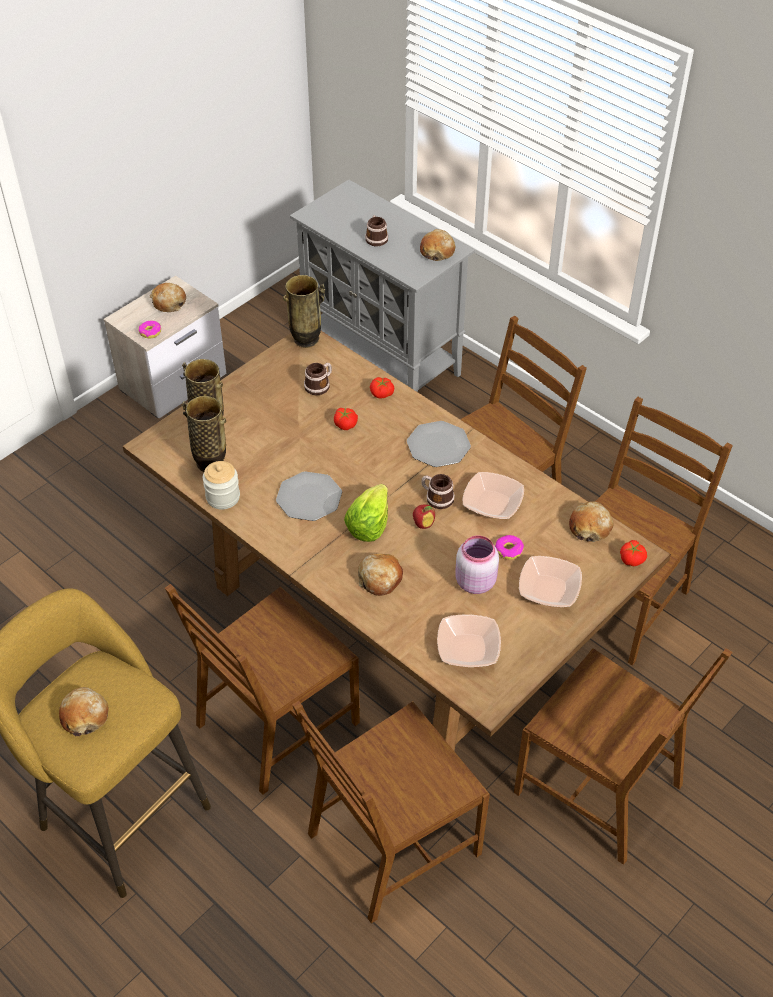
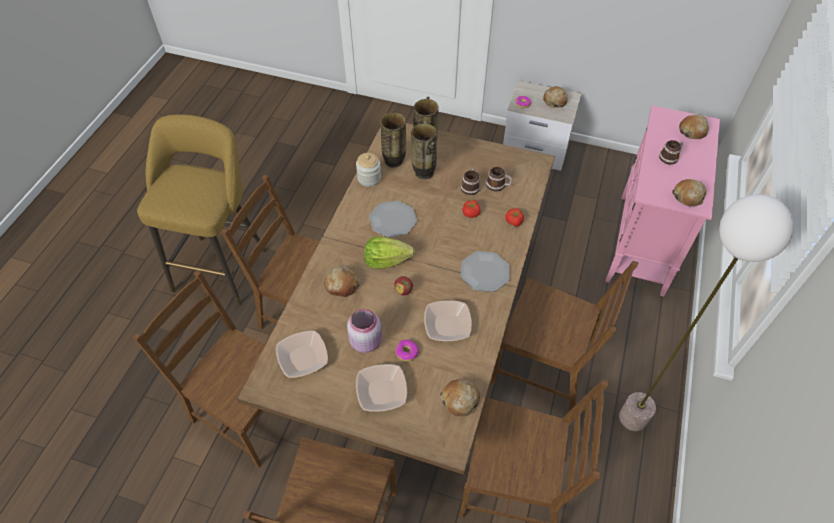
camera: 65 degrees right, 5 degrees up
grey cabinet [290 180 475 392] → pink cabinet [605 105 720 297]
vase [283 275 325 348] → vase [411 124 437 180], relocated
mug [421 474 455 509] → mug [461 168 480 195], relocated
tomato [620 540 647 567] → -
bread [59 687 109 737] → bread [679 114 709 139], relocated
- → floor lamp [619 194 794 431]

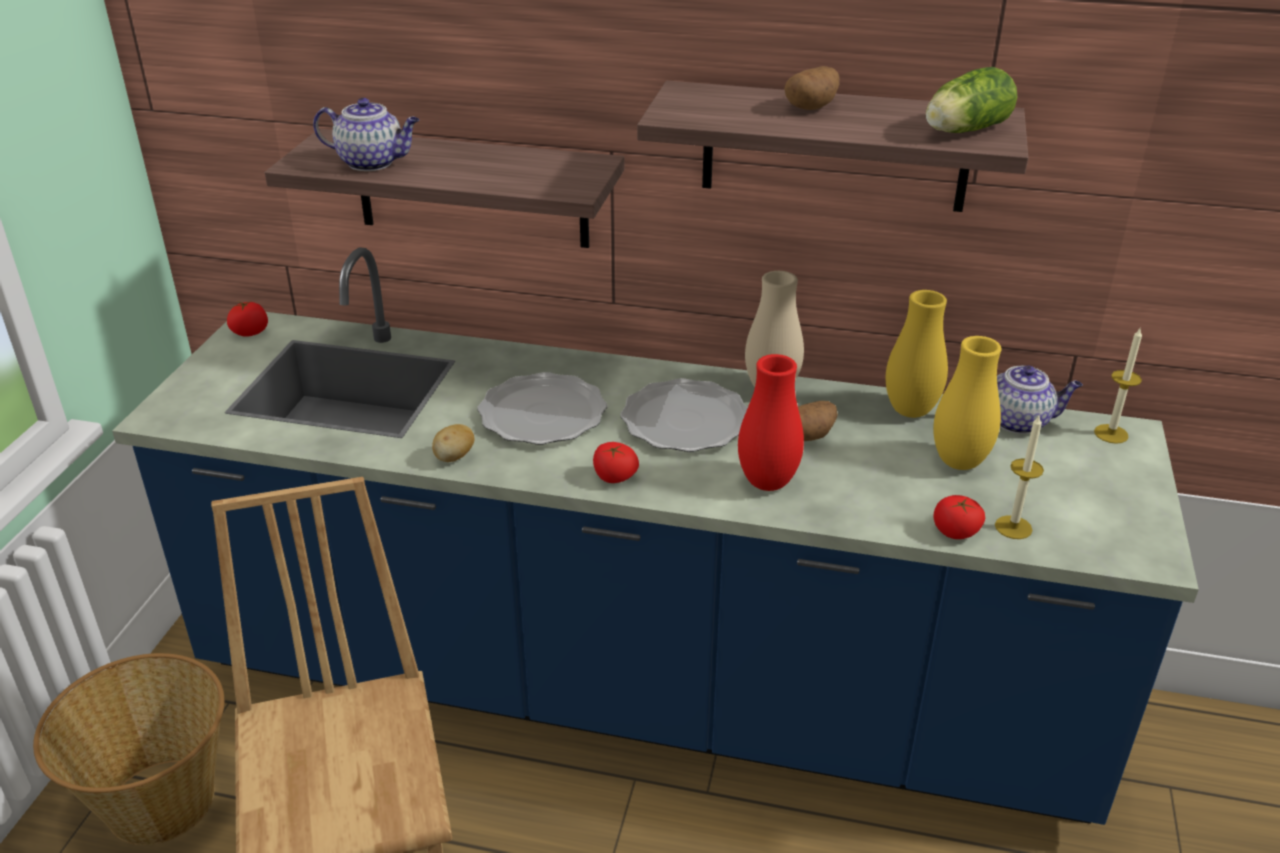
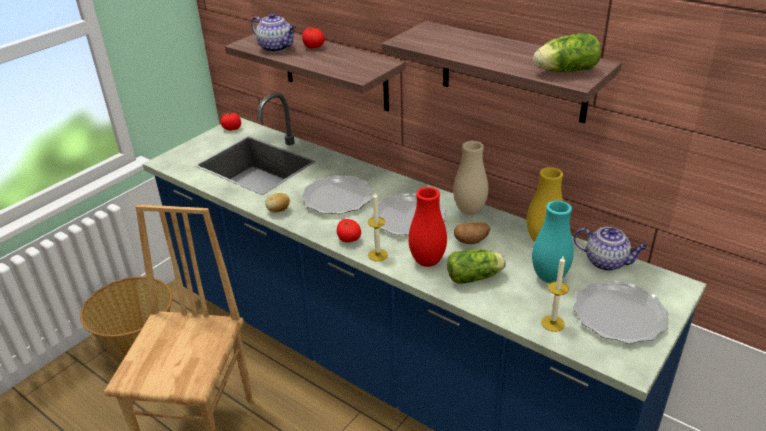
camera: 25 degrees right, 0 degrees up
potato [784 66 839 110] → -
candle [1094 328 1142 444] → candle [368 193 388 262], relocated
yellow vase [933 336 1002 470] → turquoise vase [532 200 574 283]
tomato [934 495 985 539] → tomato [302 28 325 48], relocated
- → lettuce [447 249 506 284]
- → plate [573 280 669 344]

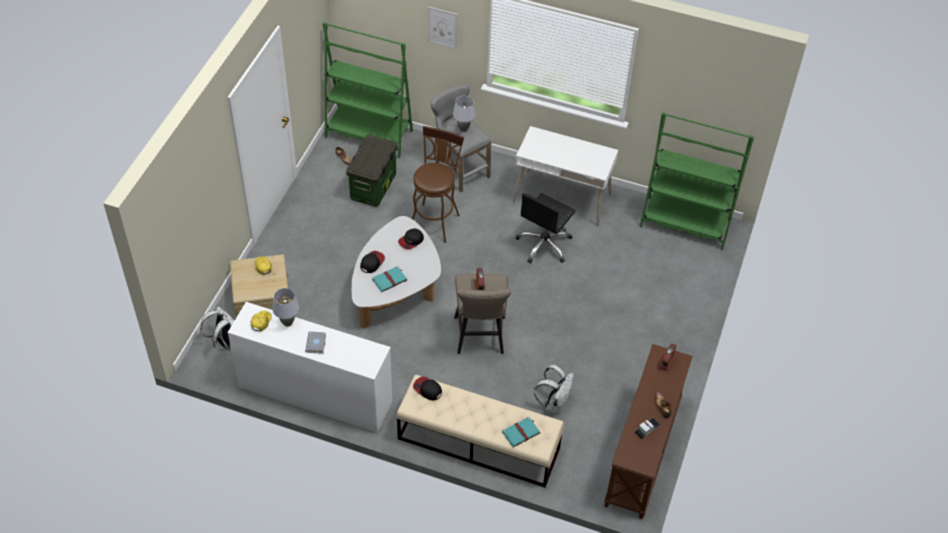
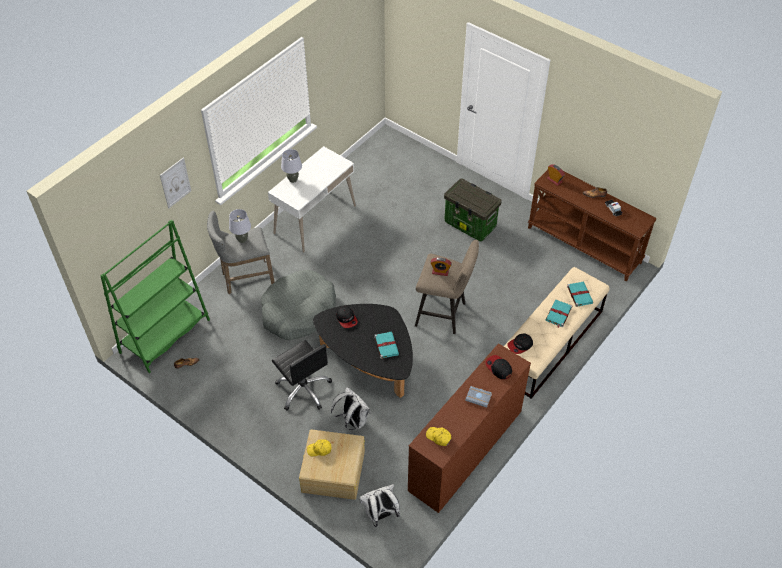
camera: 70 degrees left, 0 degrees up
green bookcase [640 112 754 250] → -
brown stool [412 126 464 243] → grey dog bed [261 270 336 340]
storage box [346 135 398 207] → storage box [444 179 502 241], relocated
black office chair [516 193 575 263] → black office chair [272 340 332 411], relocated
white coffee table [351 216 441 329] → black coffee table [313 304 413 398]
cap [360 251 385 273] → cap [486 355 512 379], relocated
grey table lamp [273 288 299 327] → grey table lamp [281 149 302 183], relocated
white dresser [228 302 392 433] → brown dresser [408 343 531 513]
white backpack [534 365 574 414] → white backpack [331 387 371 430], relocated
- → turquoise book [546 300 572 328]

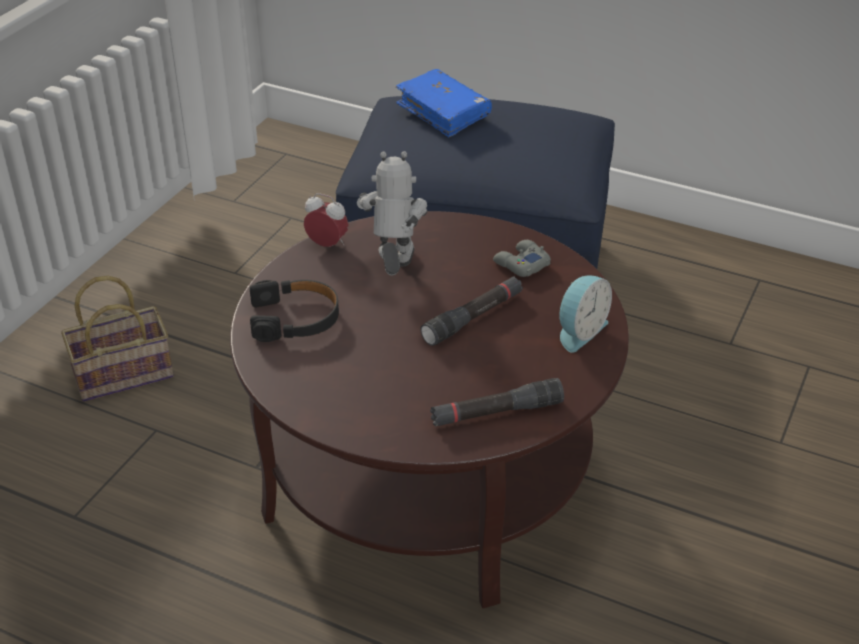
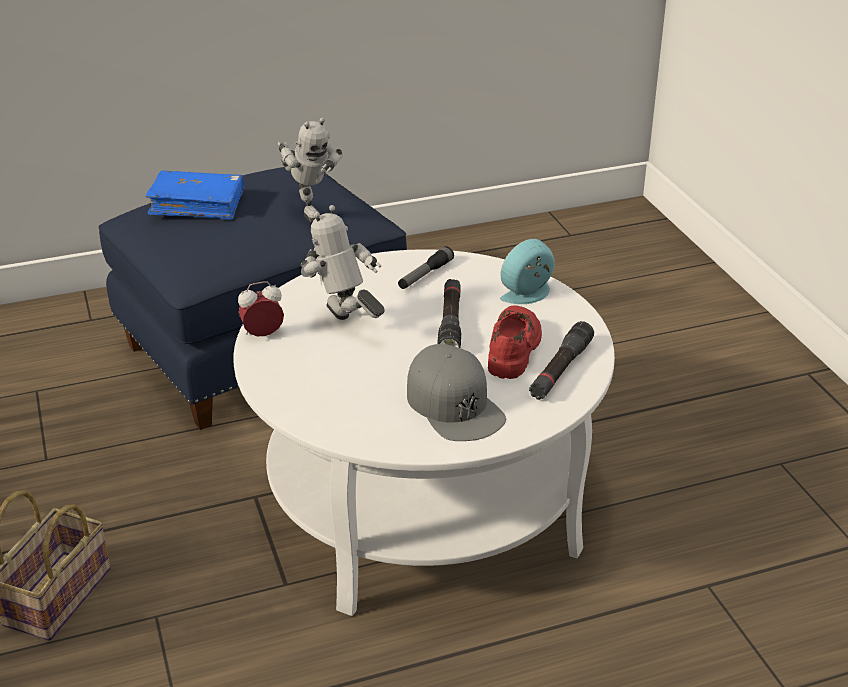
camera: 45 degrees left, 5 degrees down
brown coffee table [230 211 629 608] → white coffee table [233 249 615 616]
grey game controller [493 240 551 277] → flashlight [398 246 454 289]
alarm clock [559 276 612 353] → alarm clock [500 239 555 304], 120 degrees counterclockwise
black headphones [250 280 339 342] → -
- → toy robot [278 117 343 222]
- → red shoe [488 305 542 379]
- → grey cap [407 344 506 441]

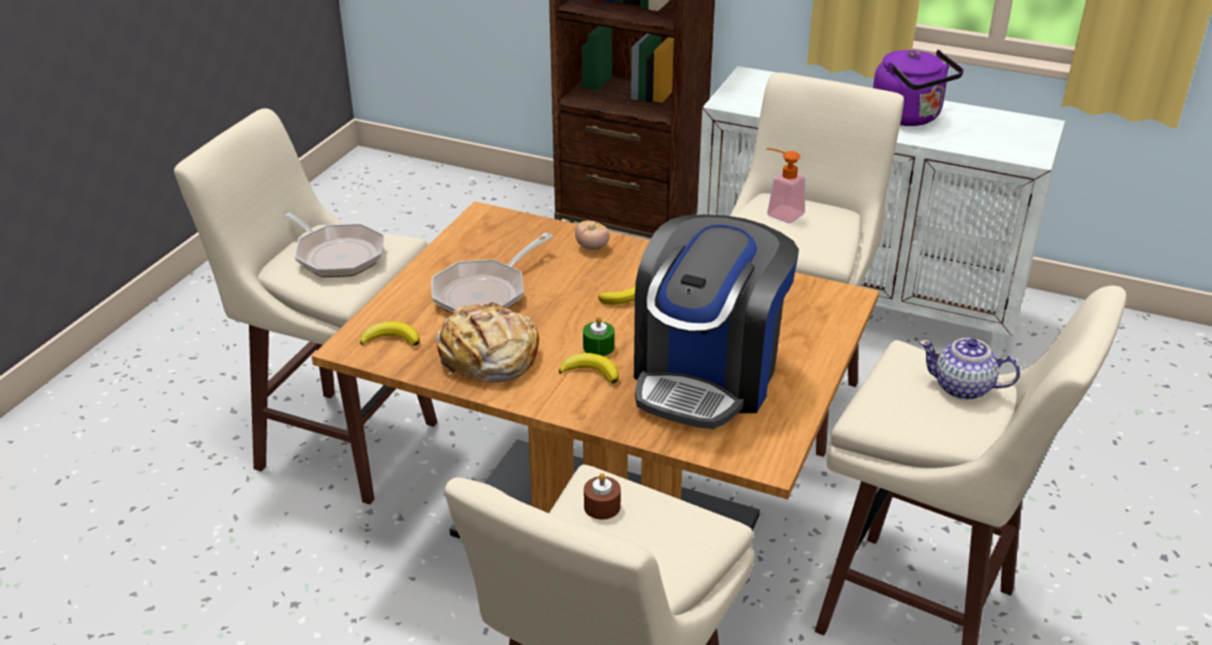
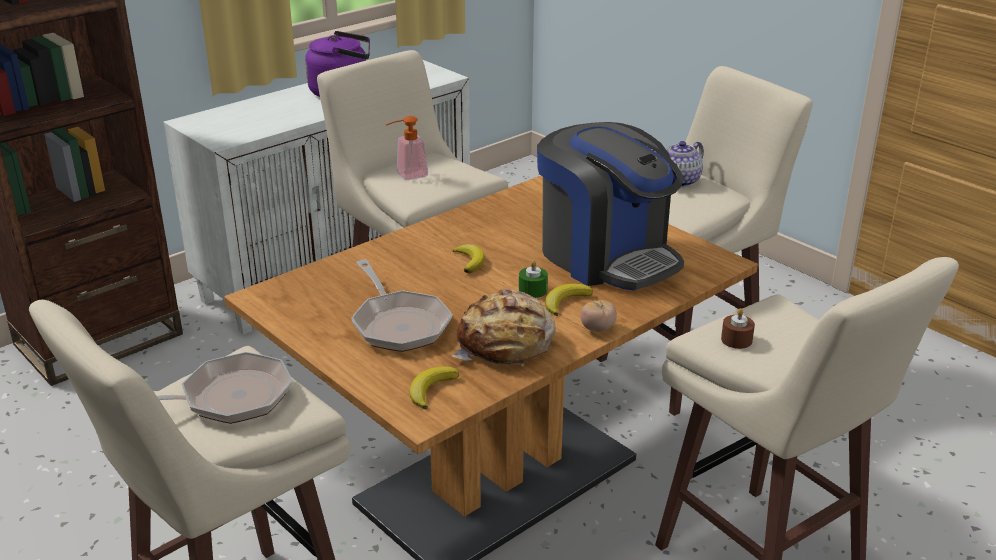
camera: 65 degrees left, 5 degrees down
tomato [575 221 610 250] → tomato [580 300 617 332], relocated

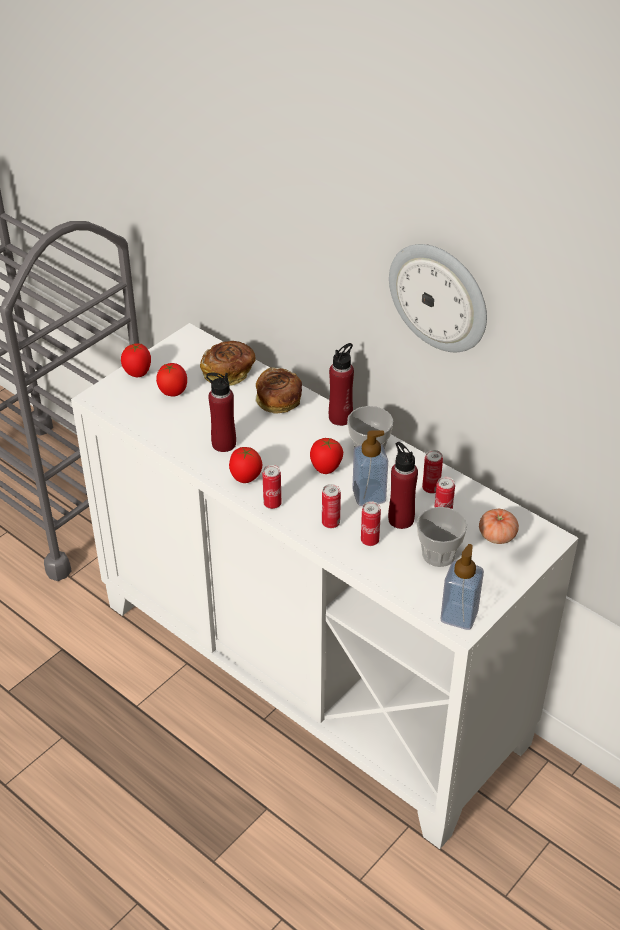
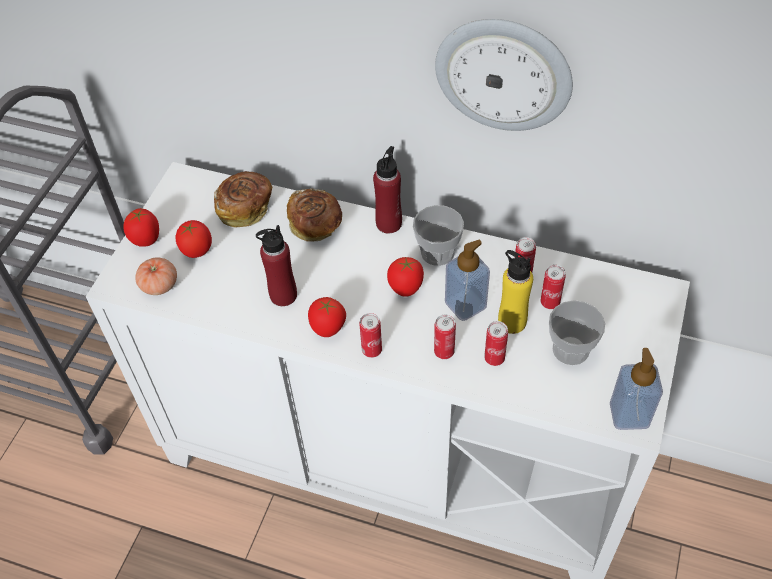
camera: 20 degrees left, 10 degrees up
red bottle [388 442 418 529] → yellow bottle [498 250 533 334]
tomato [479 509 519 544] → tomato [135 258 177 295], relocated

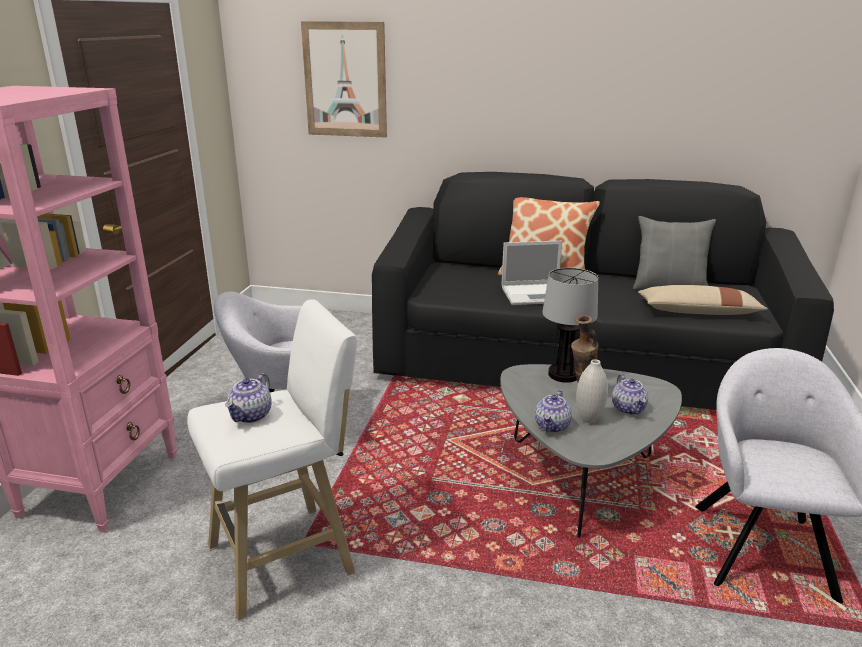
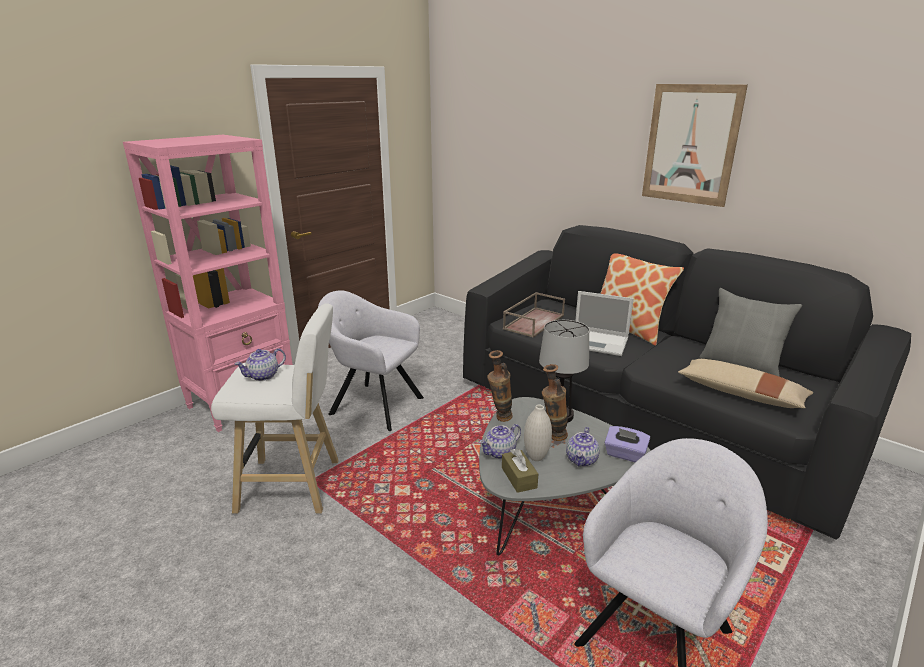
camera: 30 degrees right, 0 degrees up
picture [301 21 387 137] → picture [642 84 748 207], relocated
- → brown tray [503 292 565 338]
- → vase [487 350 513 422]
- → purple tissue box [604 426 650 462]
- → brown tissue box [502 449 538 493]

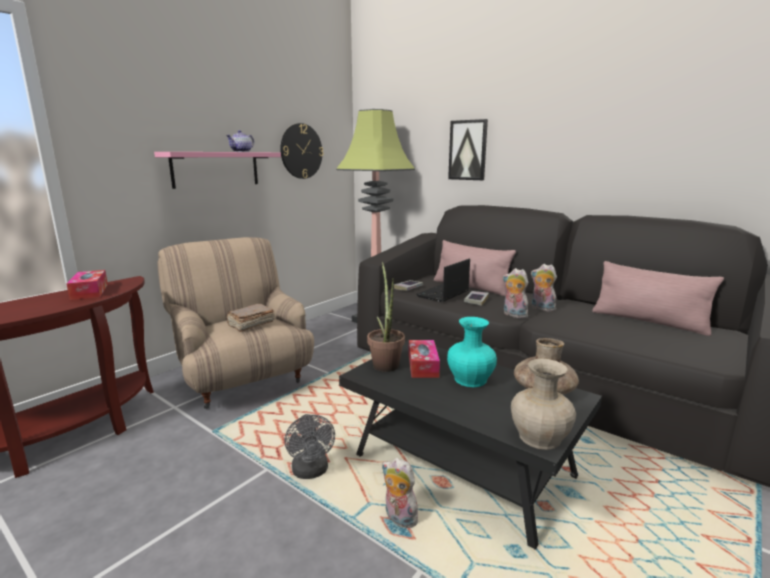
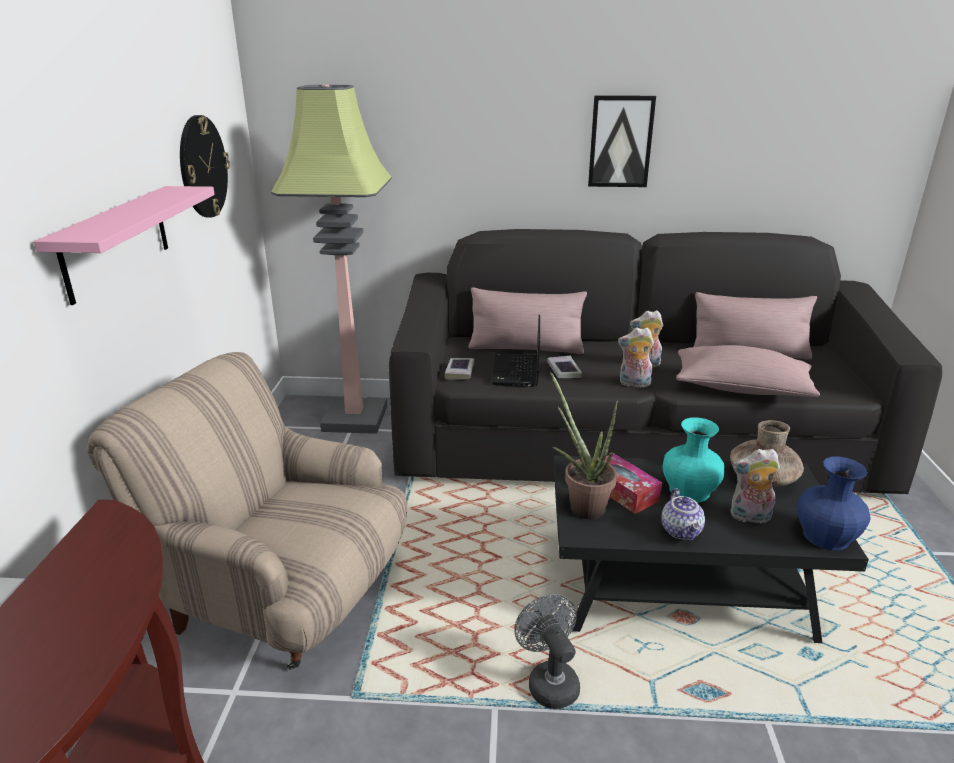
camera: 35 degrees left, 10 degrees up
picture [448 119 488 180] → picture [588 95 656 187], relocated
teapot [226 130 254 152] → teapot [661 488 705 541], relocated
tissue box [66 270 108 300] → -
brown book [226 304 275 332] → -
beige vase [511 359 576 450] → blue vase [797 456 871 551]
grey fan [284 414 335 479] → grey fan [514 594 580 709], 150 degrees counterclockwise
plush toy [382 458 418 528] → plush toy [730 449 780 523], relocated
- → pink pillow [676 345 820 397]

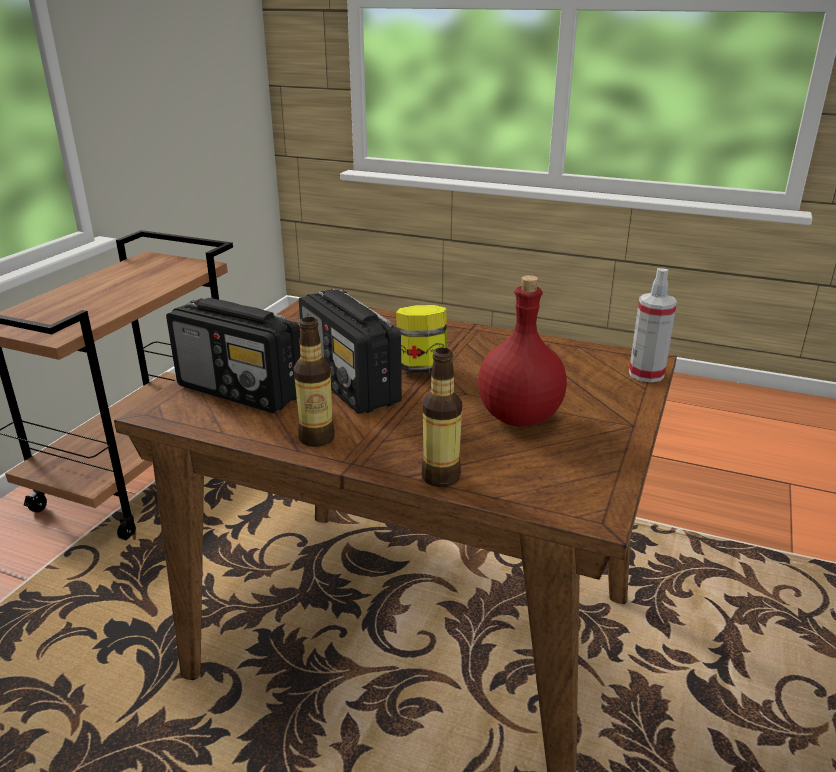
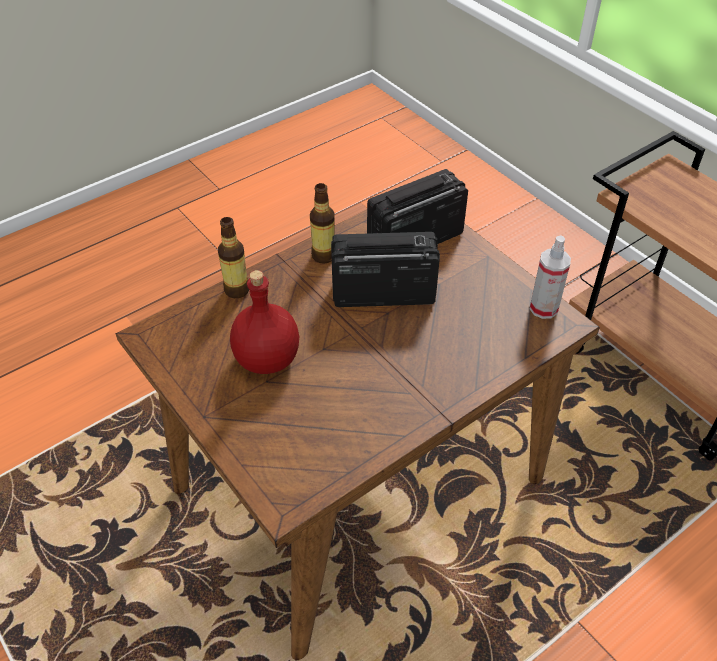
camera: 120 degrees right, 20 degrees up
spray bottle [629 268 677 383] → spray bottle [530 236 571 319], relocated
jar [396 305 447 373] → -

